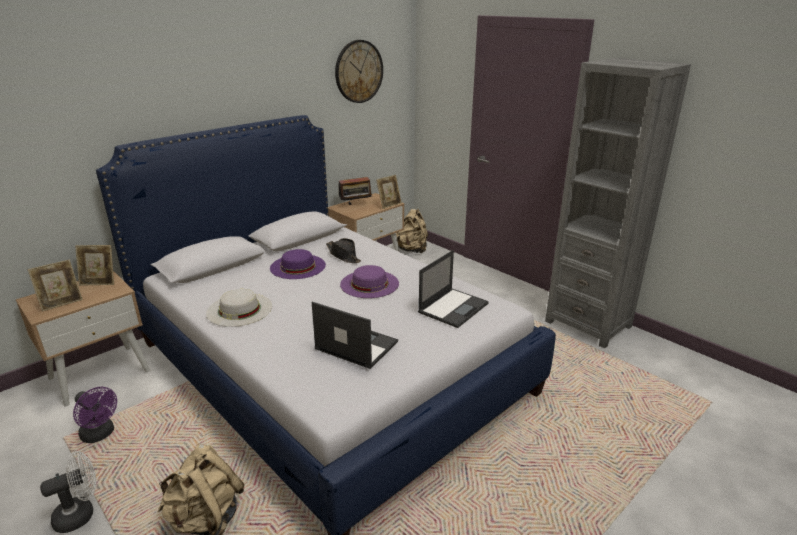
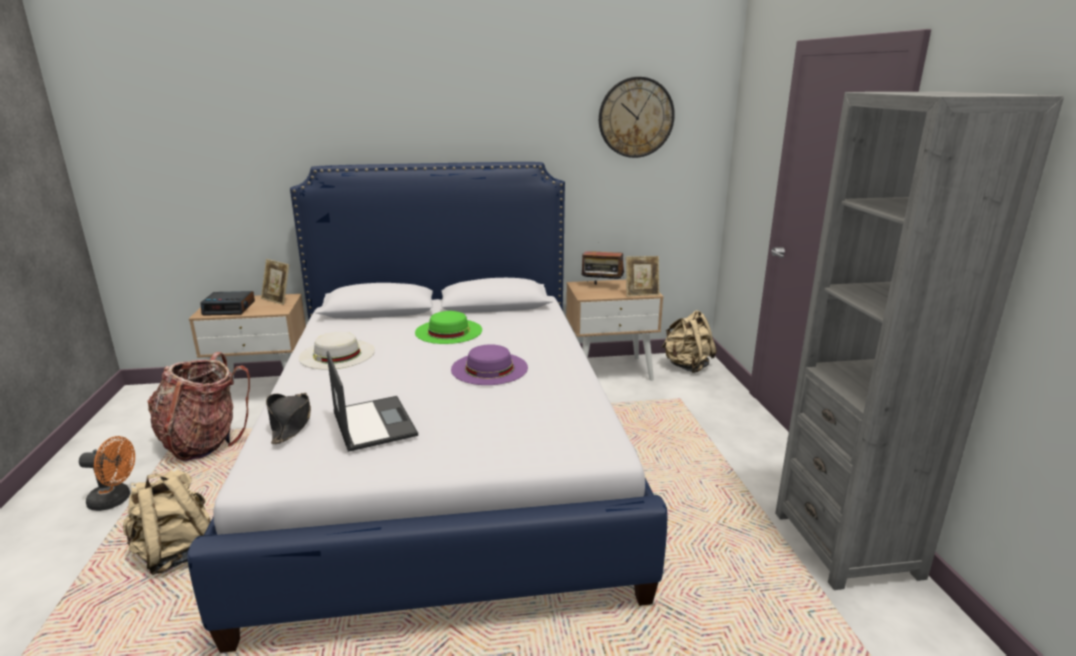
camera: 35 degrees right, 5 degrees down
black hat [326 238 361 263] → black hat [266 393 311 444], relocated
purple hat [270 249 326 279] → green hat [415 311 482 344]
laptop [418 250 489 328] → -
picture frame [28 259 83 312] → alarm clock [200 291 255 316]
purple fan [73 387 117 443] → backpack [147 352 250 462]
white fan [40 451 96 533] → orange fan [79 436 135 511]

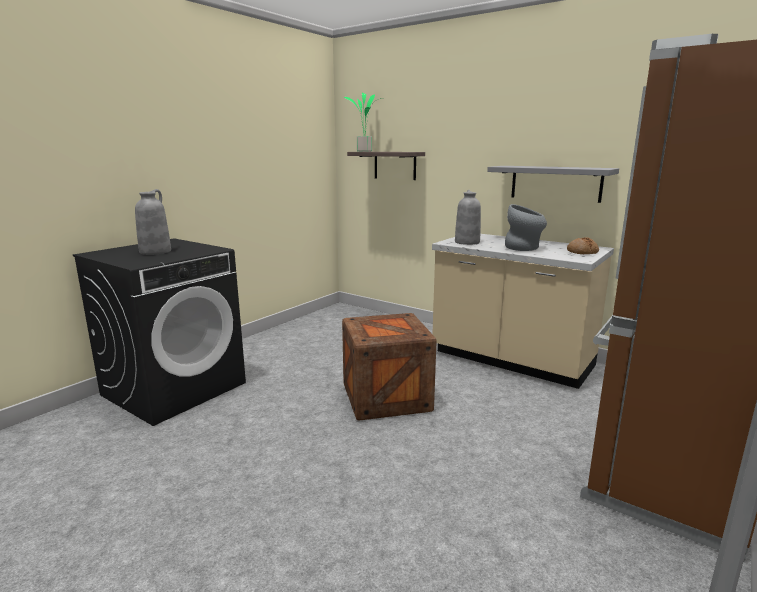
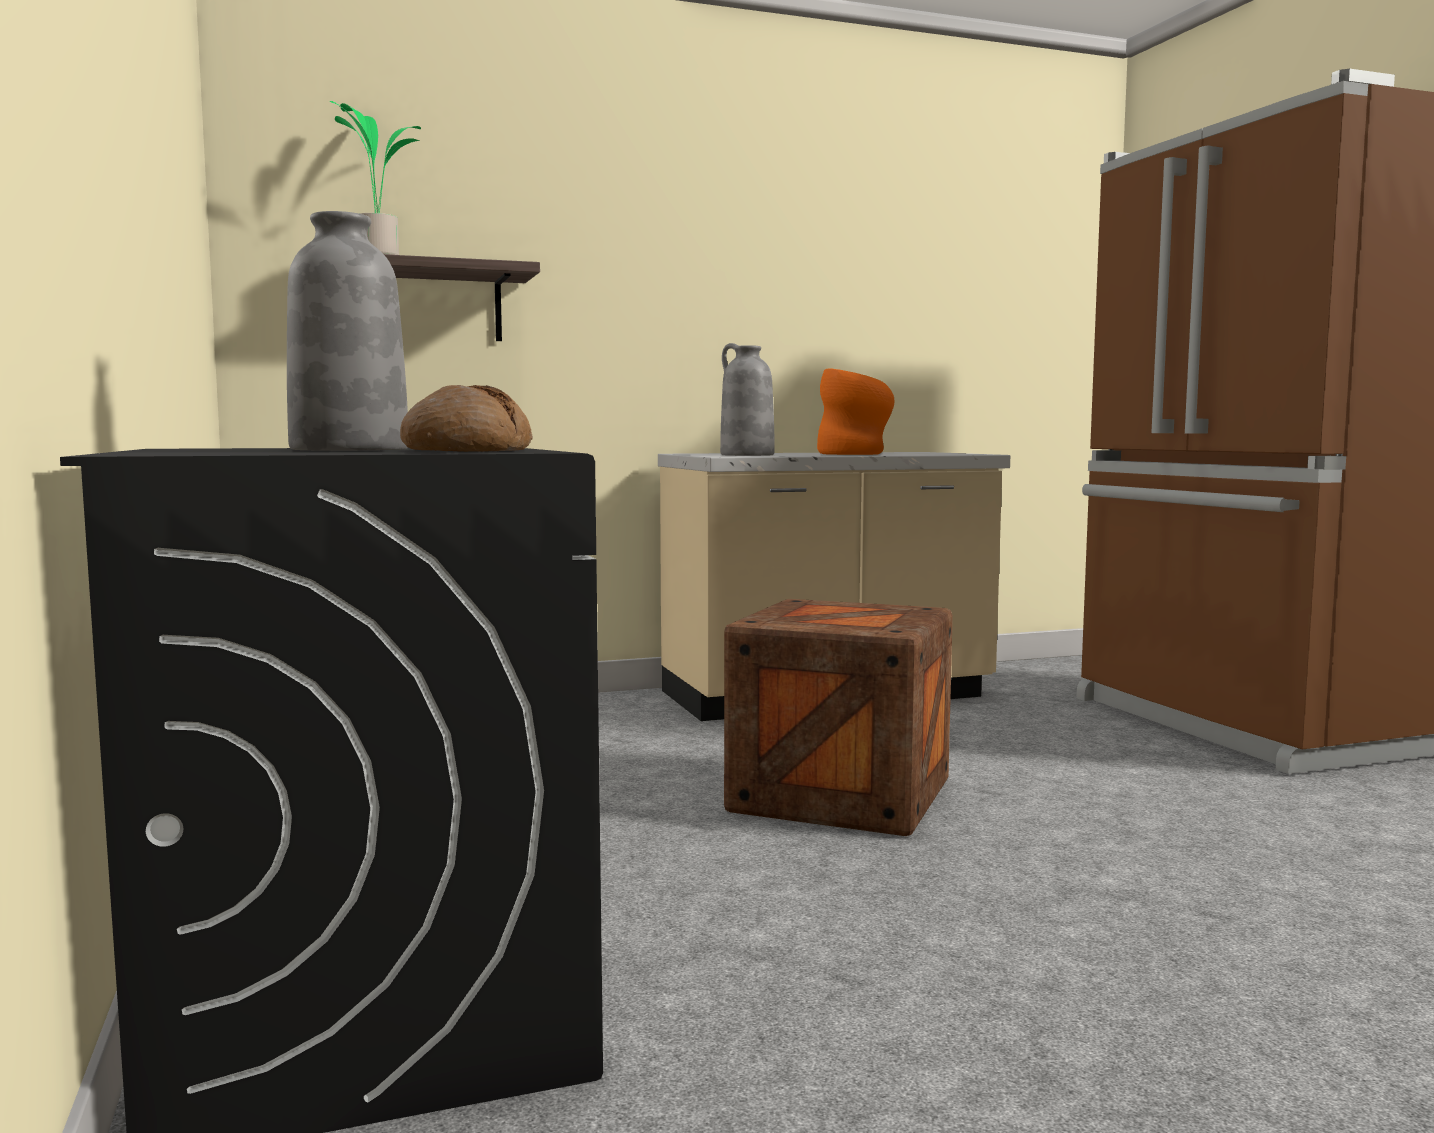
camera: 55 degrees left, 10 degrees down
grey shelf [487 166 619 203] → -
grey vase [505 204 547 251] → orange vase [817 368 895 455]
bread [567 237 599 254] → bread [400 385 533 452], relocated

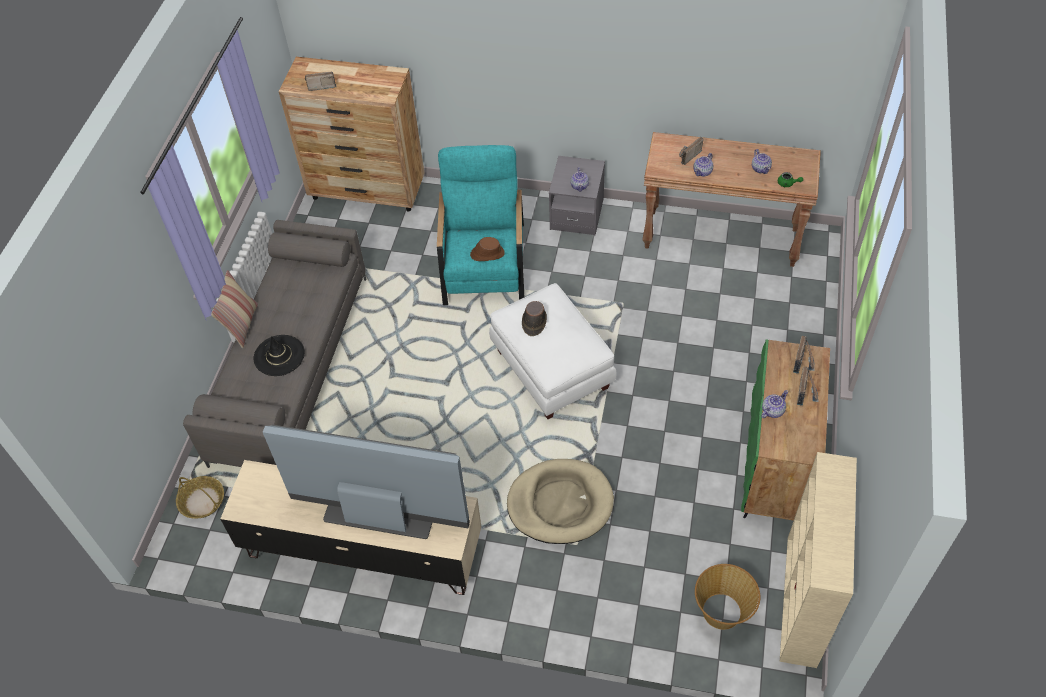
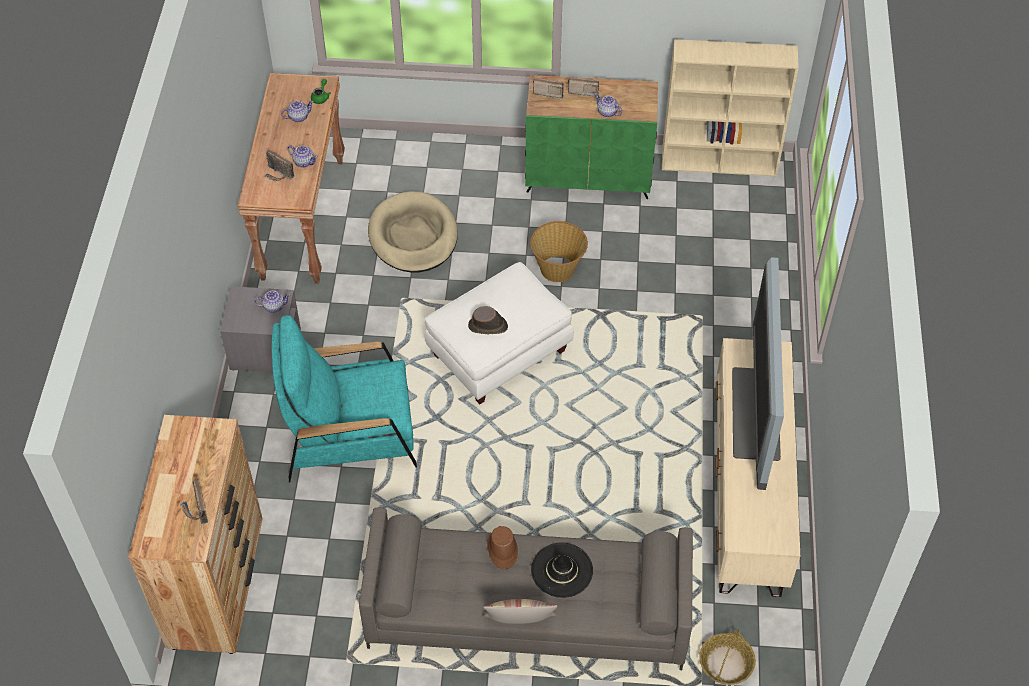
camera: 100 degrees left, 0 degrees up
brown hat [470 237 505 261] → brown hat [487 526 518 570], relocated
beige dog bed [507 459 614 544] → beige dog bed [368 191 458 273], relocated
basket [695 564 760 630] → basket [530 221 588 282], relocated

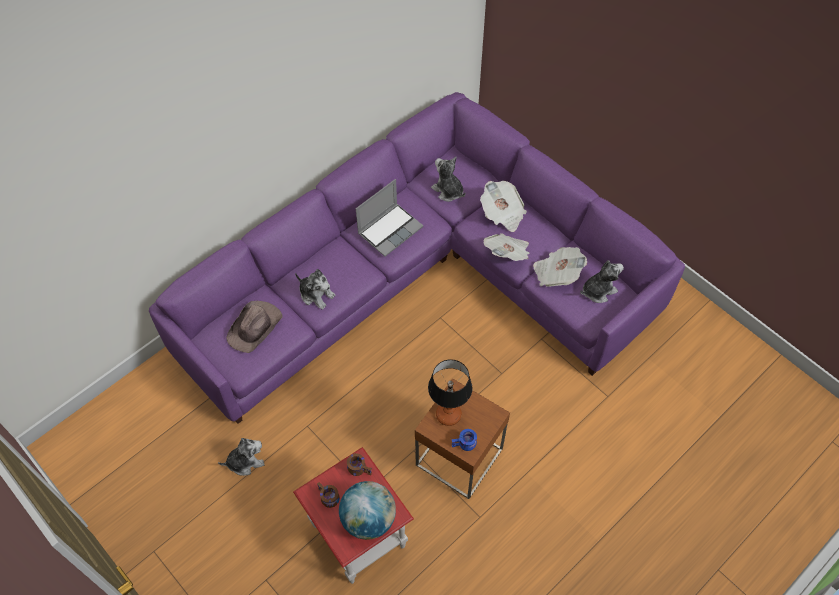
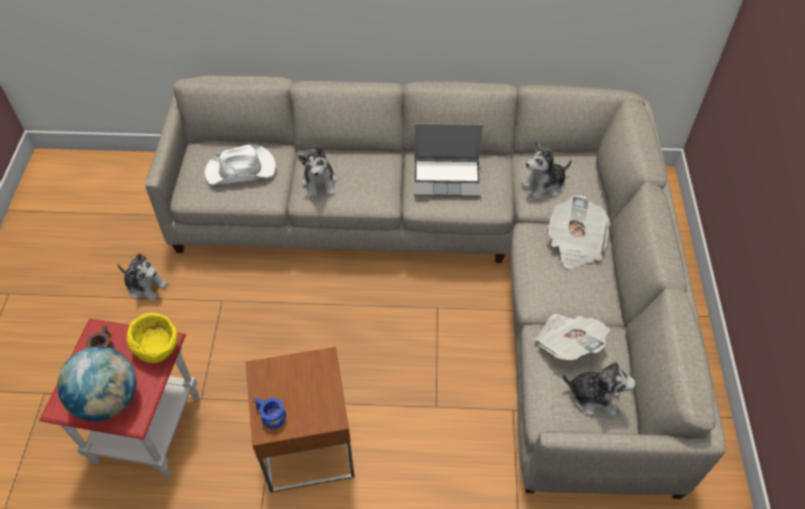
camera: 45 degrees right, 5 degrees down
purple sofa [149 92 685 424] → grey sofa [145 75 726 499]
plush toy [431 157 465 202] → plush toy [521 142 572 200], 120 degrees counterclockwise
newspaper [483 233 530 261] → -
brown hat [226 301 283 353] → white hat [205 144 276 185]
table lamp [428 359 473 426] → -
brown mug [347 453 372 476] → yellow bowl [126 313 178 363]

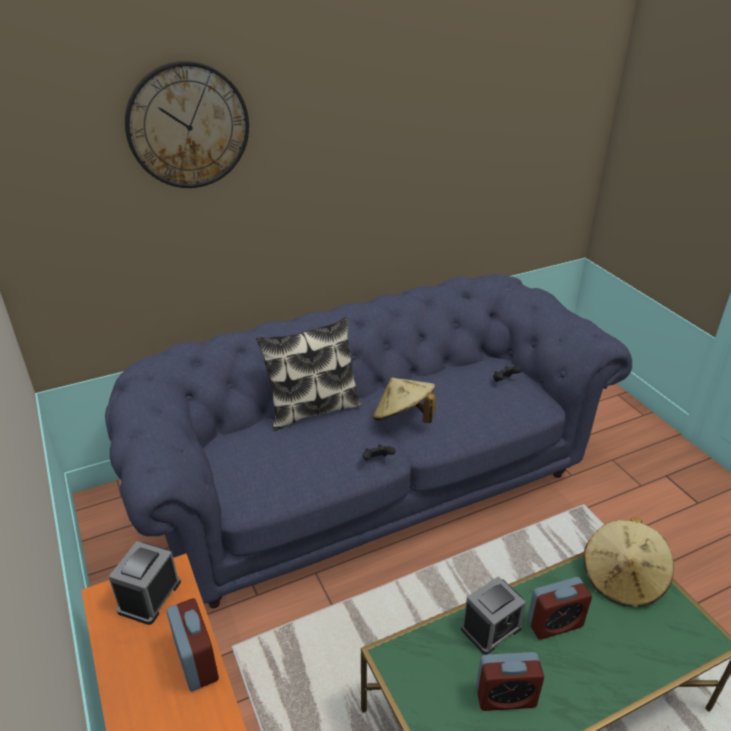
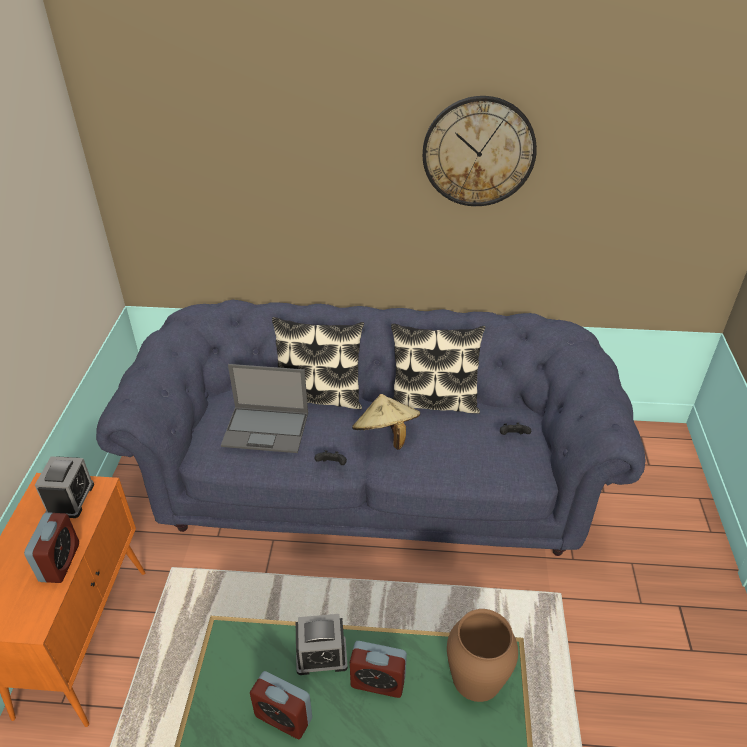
camera: 30 degrees right, 5 degrees up
wall clock [125 61 249 188] → wall clock [423 96 537 206], relocated
beige hat [584 518 674 607] → brown vase [447 609 518 702]
alarm clock [108 541 181 625] → alarm clock [35 456 94 518], 135 degrees clockwise
- → pillow [391 323 485 414]
- → laptop [221 364 308 453]

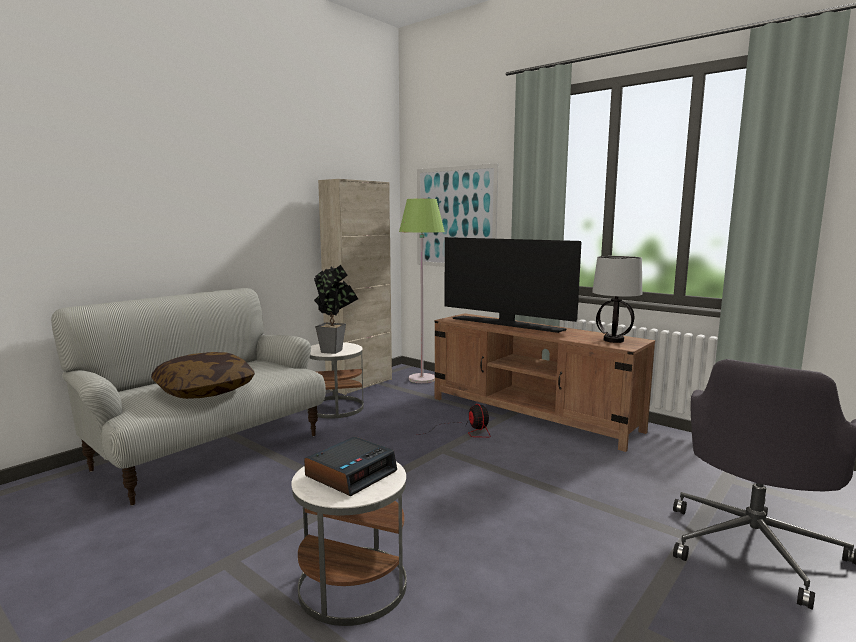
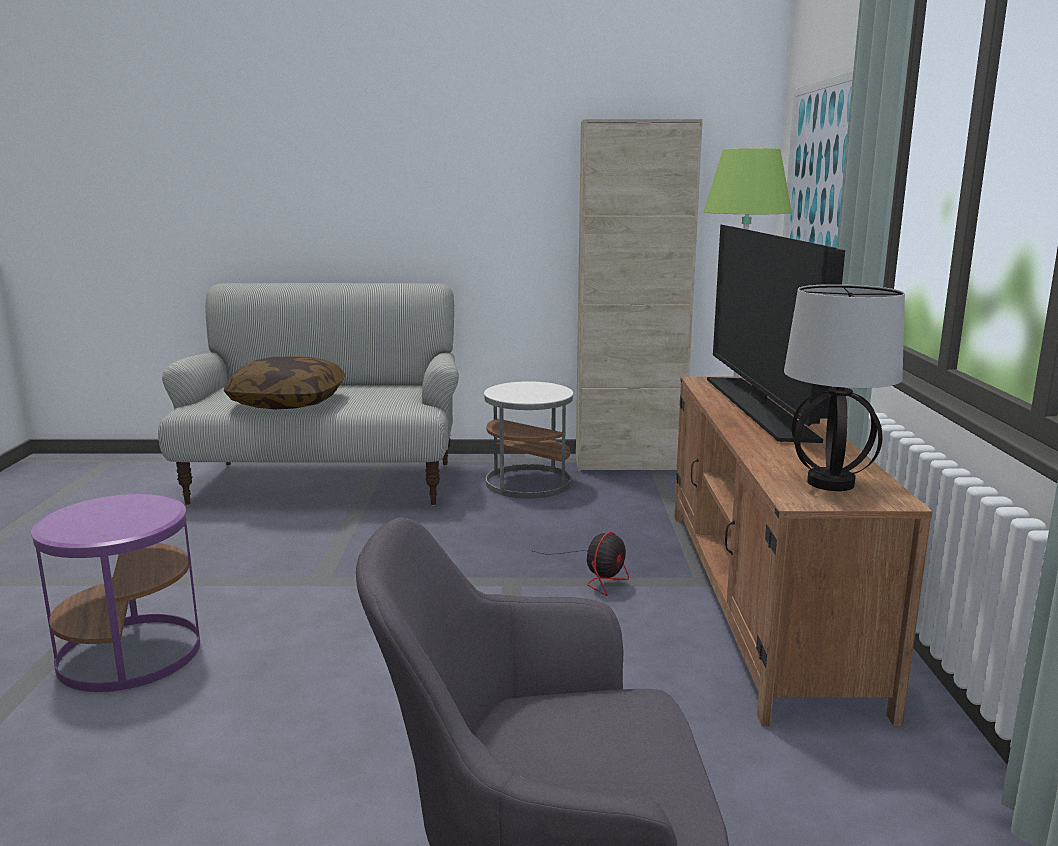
camera: 50 degrees right, 5 degrees up
potted plant [314 265 358 354] → -
alarm clock [304 437 397 496] → -
white side table [291 462 407 626] → purple side table [31 494 200 692]

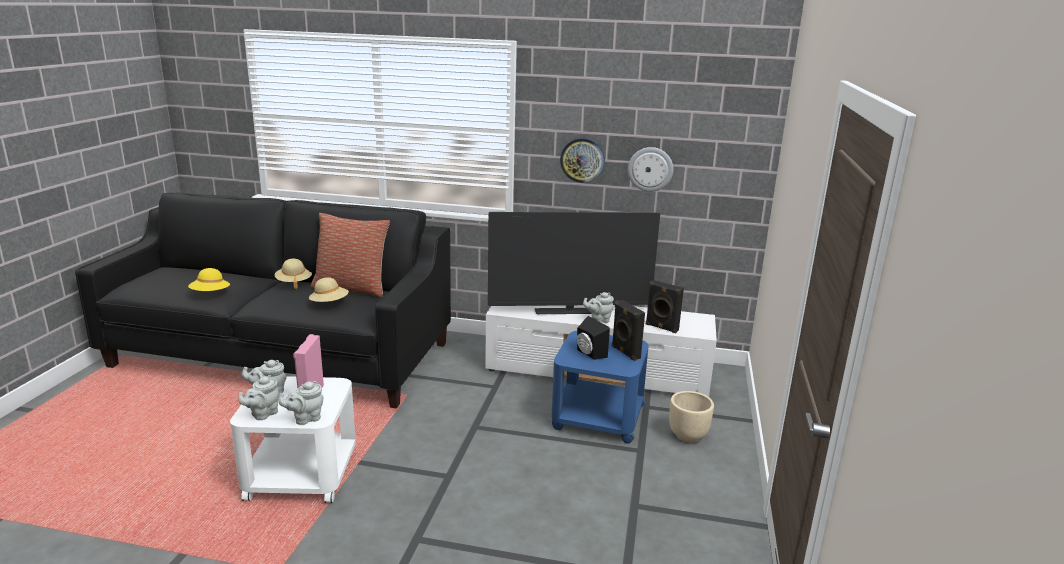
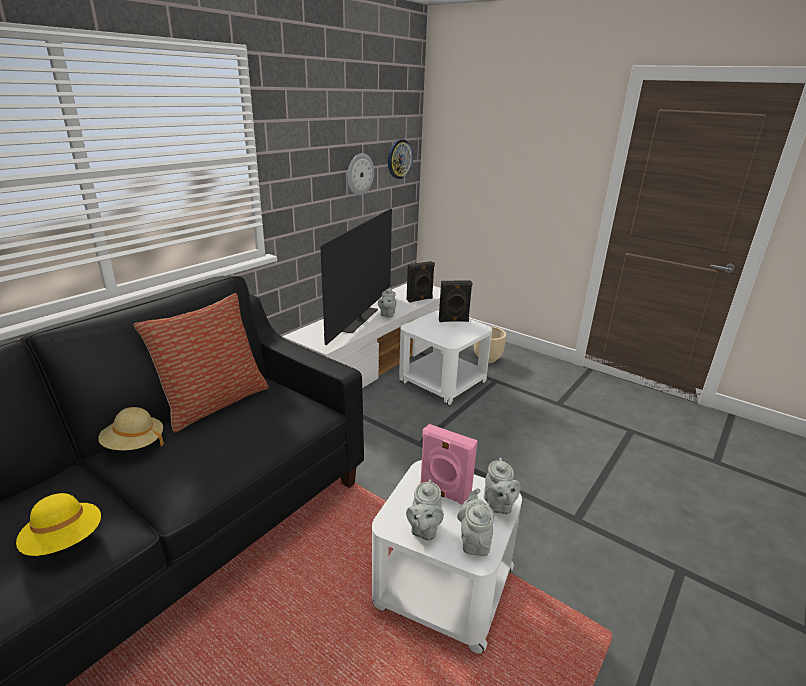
camera: 65 degrees left, 5 degrees up
wall clock [560 138 605 183] → wall clock [388 139 413 179], relocated
beige hat [309 277 349 302] → -
black speaker [577 316 610 360] → -
blue side table [552 331 649 443] → white side table [399 310 492 405]
grey teapot [238 375 279 420] → grey teapot [457 488 495 556], 150 degrees counterclockwise

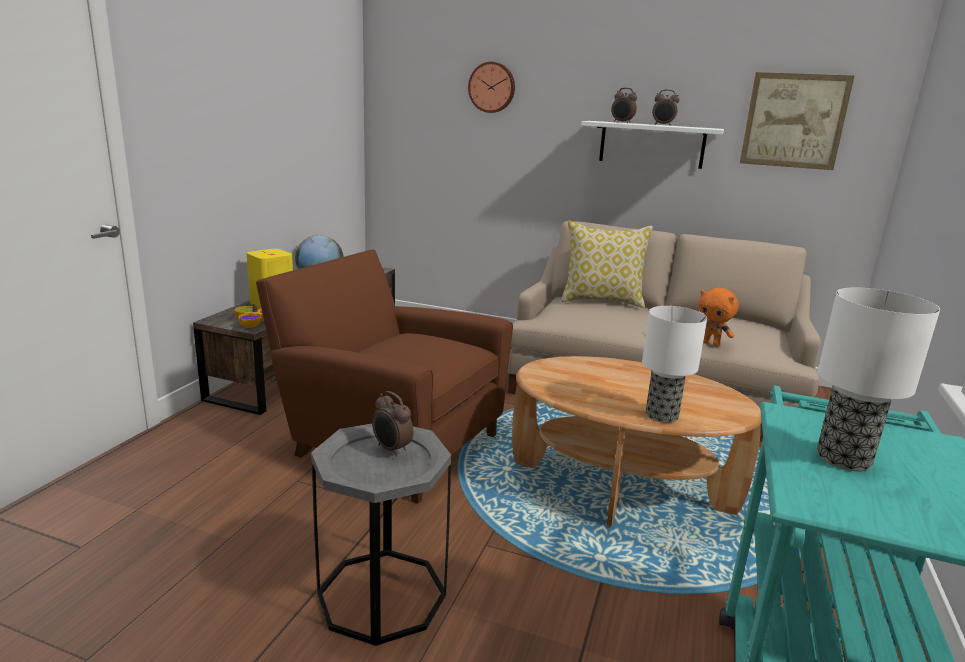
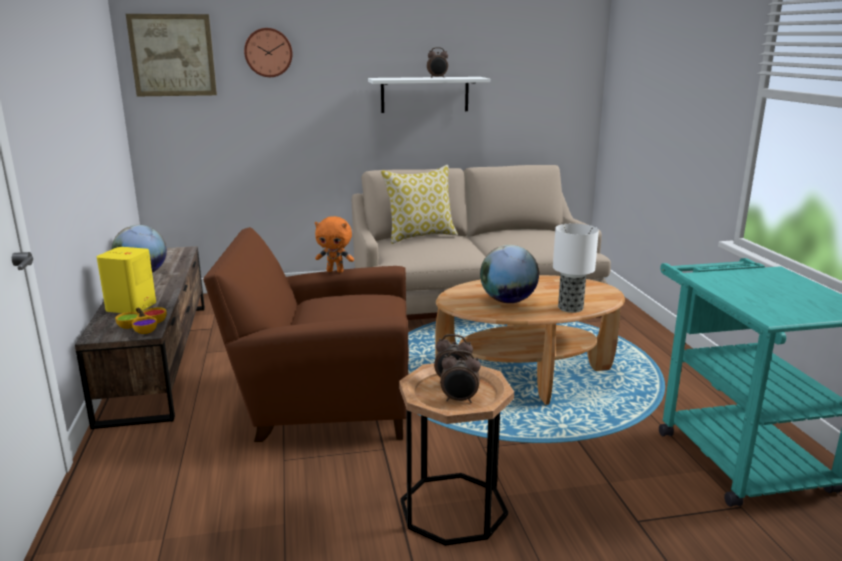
camera: 30 degrees left, 0 degrees up
picture [740 72 854 170] → picture [126 14 217 96], relocated
alarm clock [611 88 637 123] → alarm clock [440 350 481 403], relocated
orange plush toy [698 287 739 347] → orange plush toy [315 216 354 273], relocated
table lamp [817 287 940 471] → -
grey side table [311 424 451 646] → brown side table [399 363 514 546]
- → globe [480 245 539 303]

